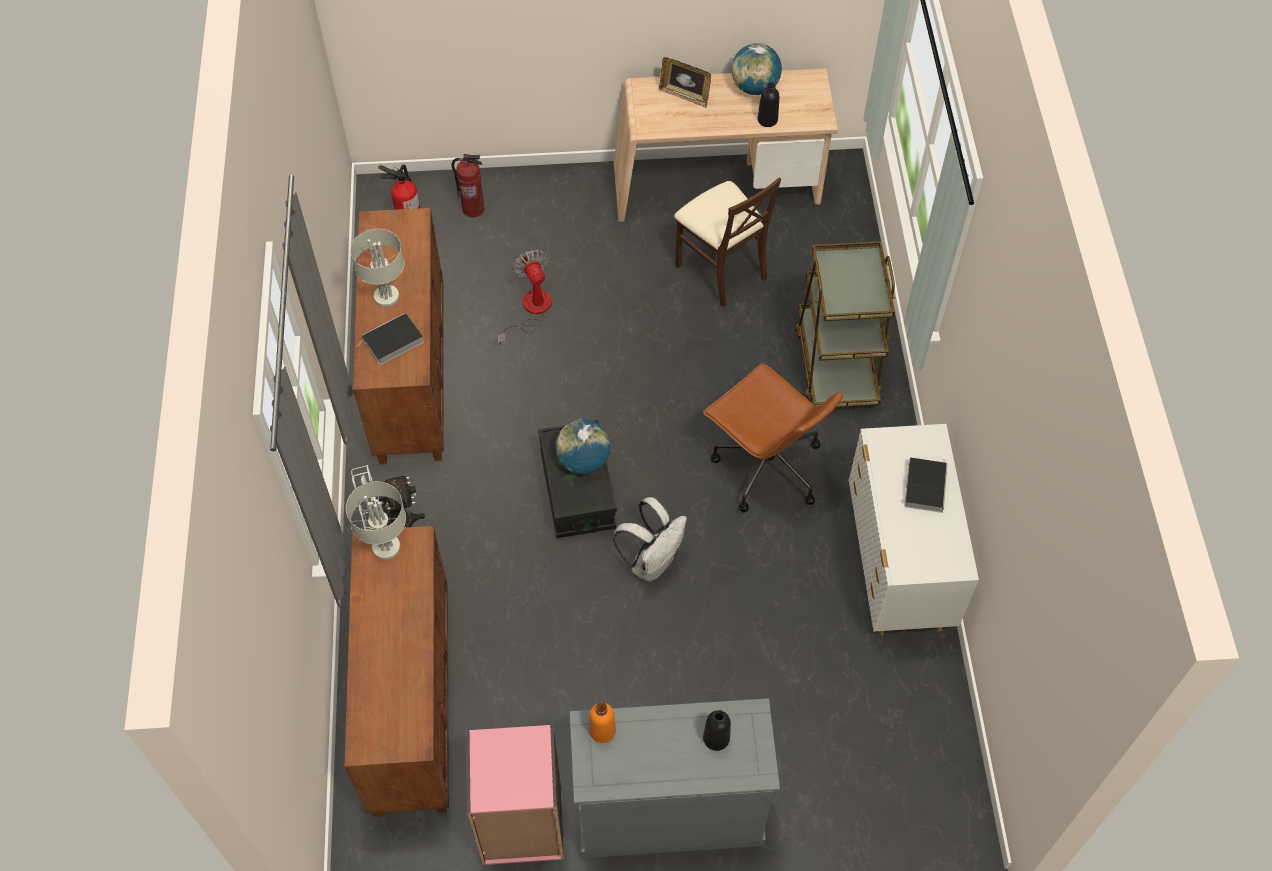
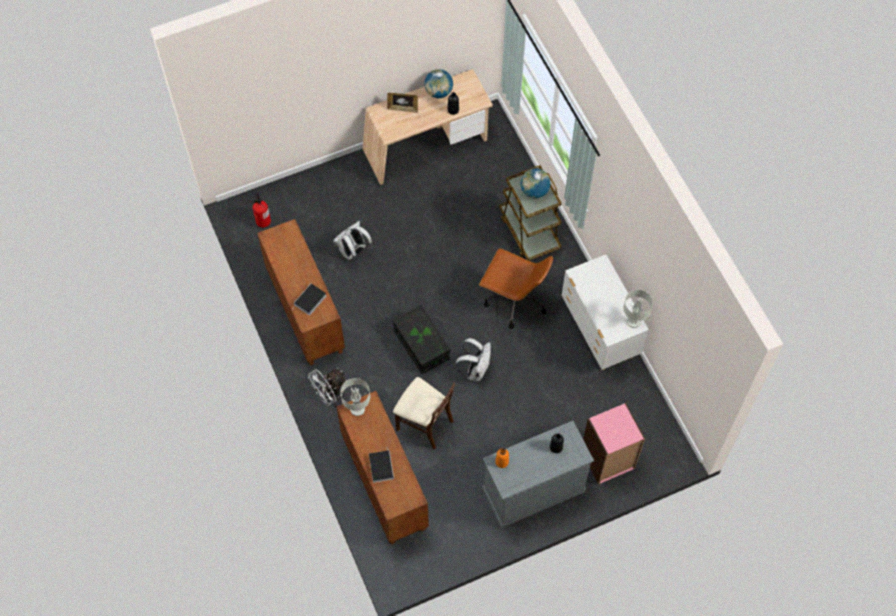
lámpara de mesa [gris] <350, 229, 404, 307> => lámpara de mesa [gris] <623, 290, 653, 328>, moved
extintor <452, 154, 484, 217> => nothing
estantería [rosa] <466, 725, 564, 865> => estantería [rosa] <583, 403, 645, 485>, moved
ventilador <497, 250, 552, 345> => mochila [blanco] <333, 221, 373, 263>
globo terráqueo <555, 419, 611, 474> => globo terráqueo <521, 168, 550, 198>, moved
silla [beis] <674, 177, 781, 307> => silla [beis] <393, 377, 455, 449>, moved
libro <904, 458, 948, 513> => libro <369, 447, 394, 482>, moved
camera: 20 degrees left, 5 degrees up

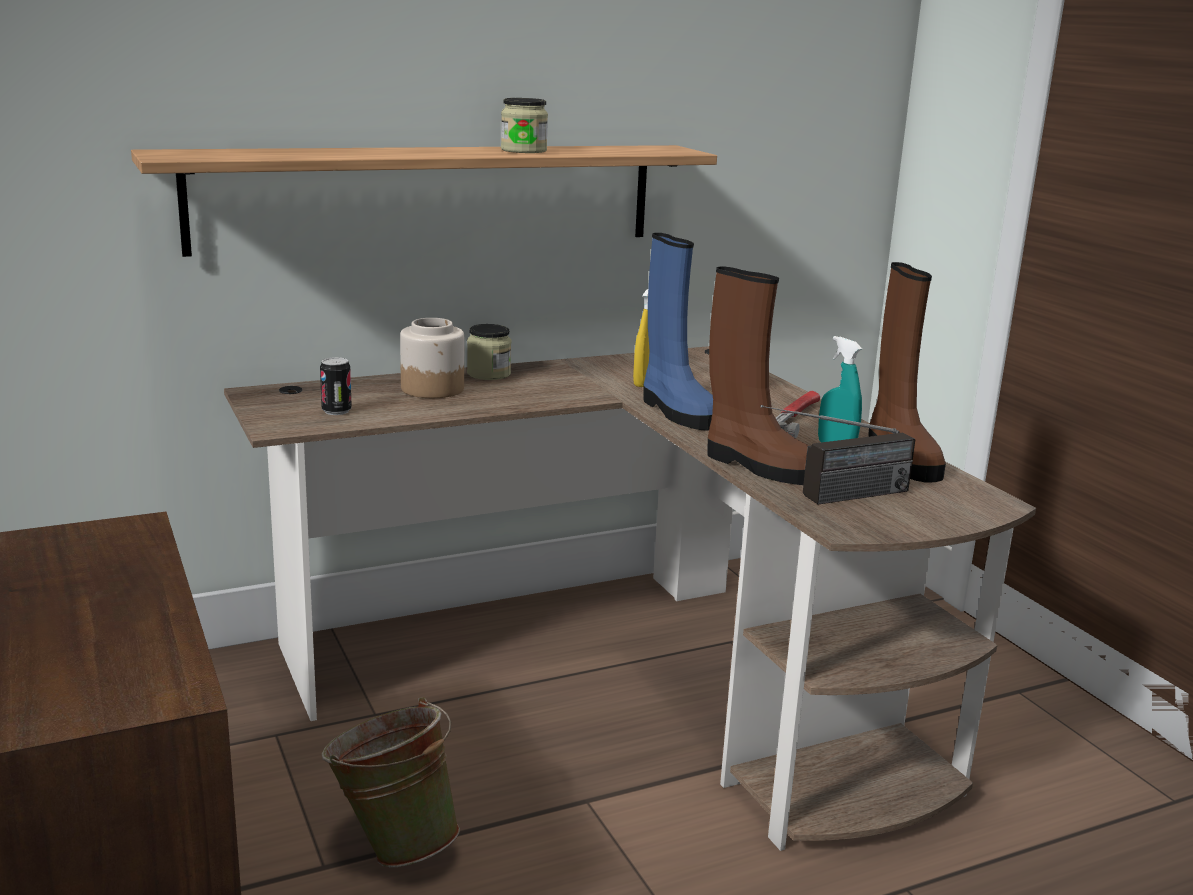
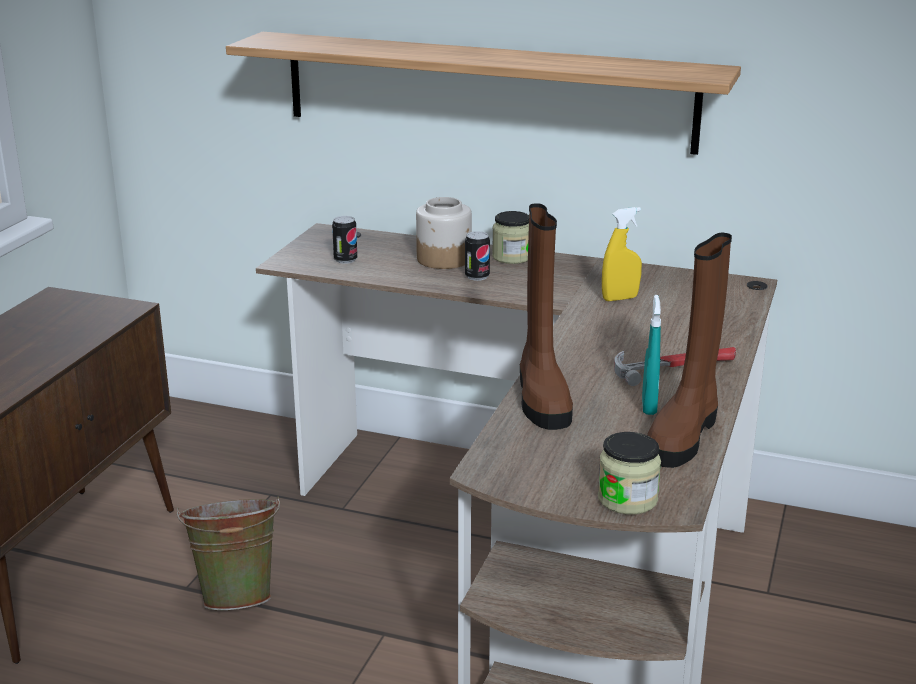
tarro <501, 98, 548, 153> => tarro <598, 432, 661, 515>, moved
bota [azul] <643, 233, 713, 431> => nothing
radio <760, 405, 915, 505> => nothing
nothing => lata <465, 231, 490, 281>
camera: 45 degrees right, 5 degrees up

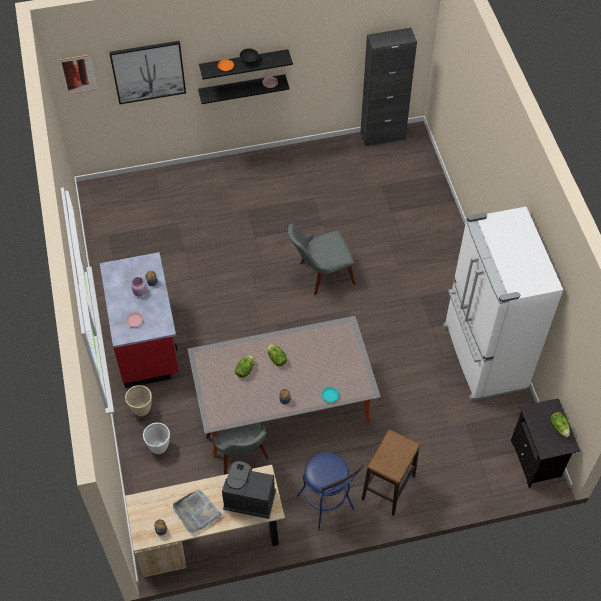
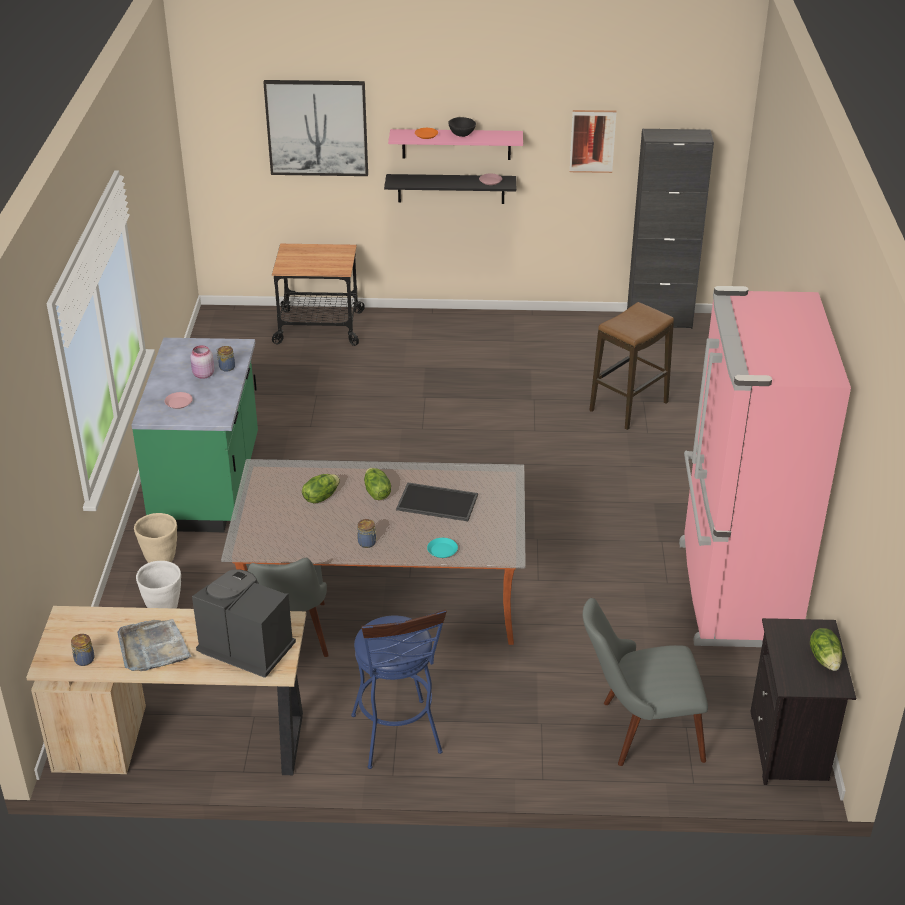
cuadro <59, 55, 98, 94> => cuadro <569, 110, 617, 173>, moved
mueble bajo de cocina [rojo] <100, 252, 179, 388> => mueble bajo de cocina [verde] <132, 338, 258, 532>
estante [negro] <199, 49, 293, 80> => estante [rosa] <388, 129, 523, 160>
silla [gris] <288, 223, 355, 295> => silla [gris] <583, 598, 708, 766>, moved
taburete <362, 430, 420, 516> => taburete <589, 302, 674, 430>, moved
nevera [blanco] <443, 207, 563, 401> => nevera [rosa] <679, 286, 851, 647>
nothing => carrito <272, 244, 365, 346>
nothing => bandeja <396, 483, 478, 521>
camera: 15 degrees right, 20 degrees down

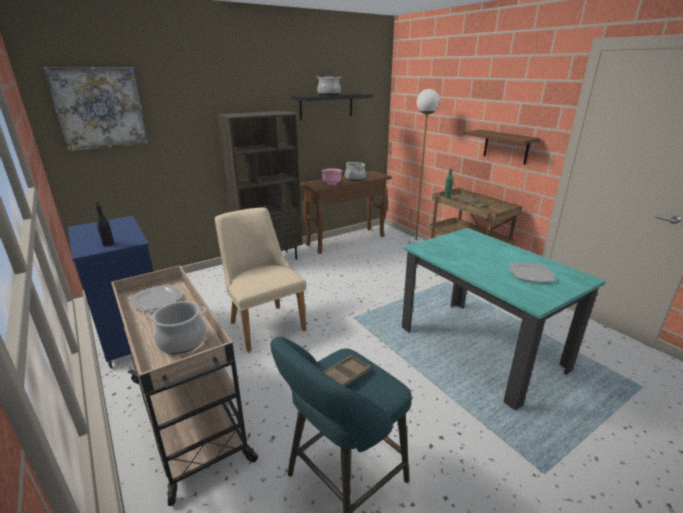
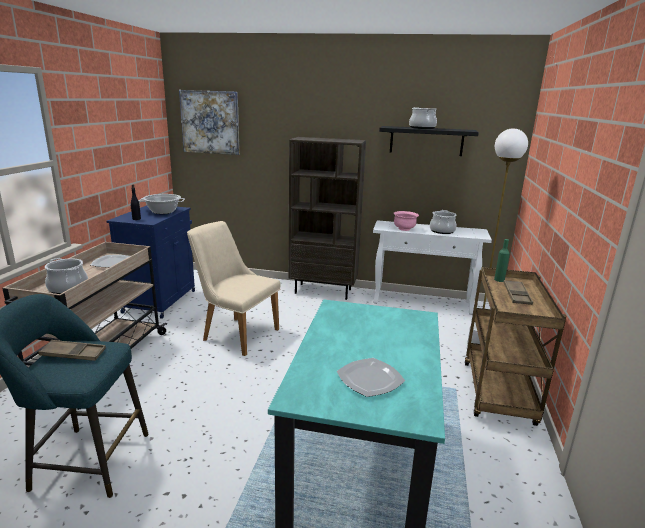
silla [beis] <215, 207, 307, 352> => silla [beis] <187, 221, 281, 356>, 75 degrees counterclockwise
mesa consola [marrón] <300, 171, 392, 254> => mesa consola [blanco] <373, 220, 492, 315>
estante [marrón] <464, 130, 541, 165> => nothing
nothing => olla <139, 194, 185, 214>
camera: 45 degrees right, 5 degrees down

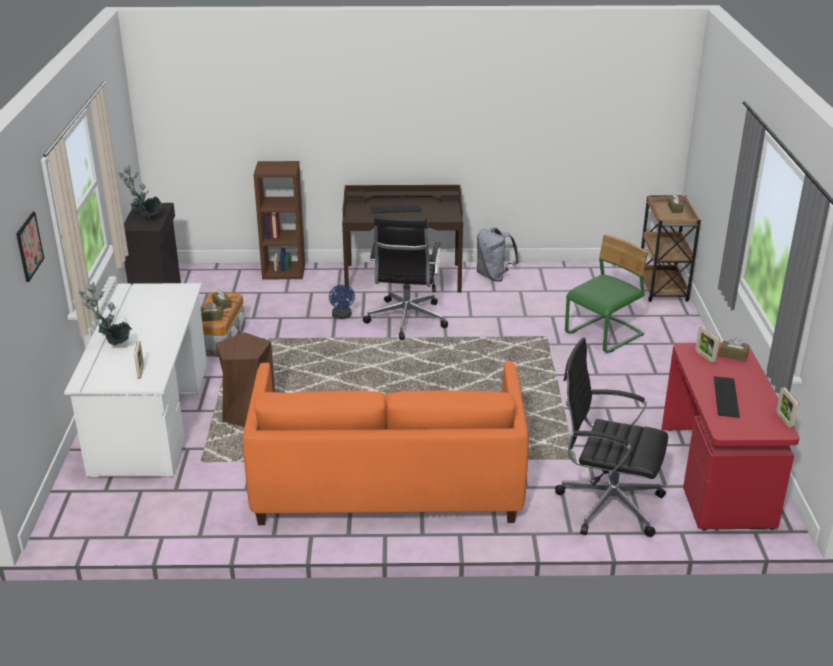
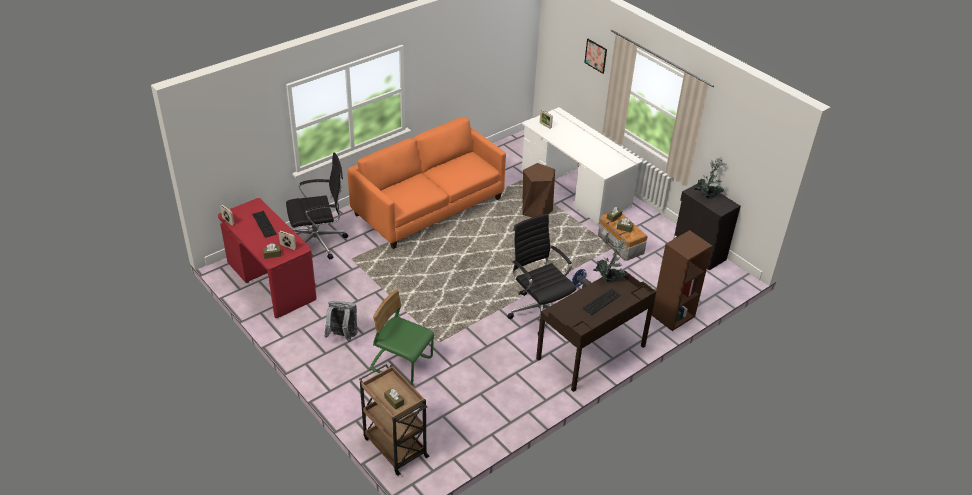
planta en maceta <78, 282, 133, 346> => planta en maceta <593, 239, 629, 283>, moved
mochila [gris] <477, 228, 519, 282> => mochila [gris] <324, 301, 358, 342>, moved
silla [verde] <565, 234, 648, 353> => silla [verde] <369, 290, 434, 385>, 105 degrees clockwise
camera: 140 degrees right, 10 degrees up

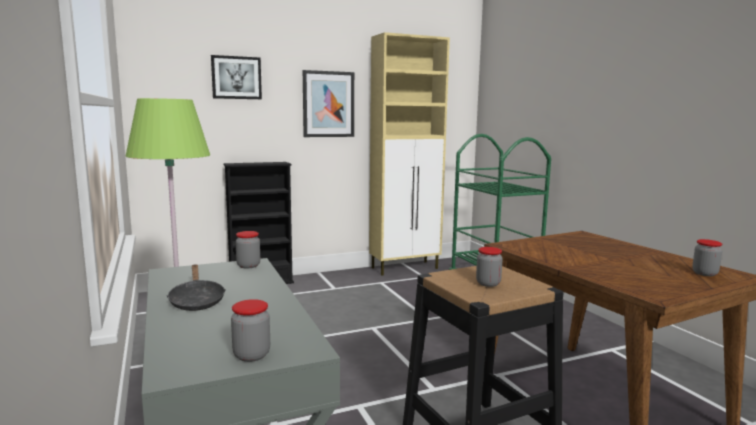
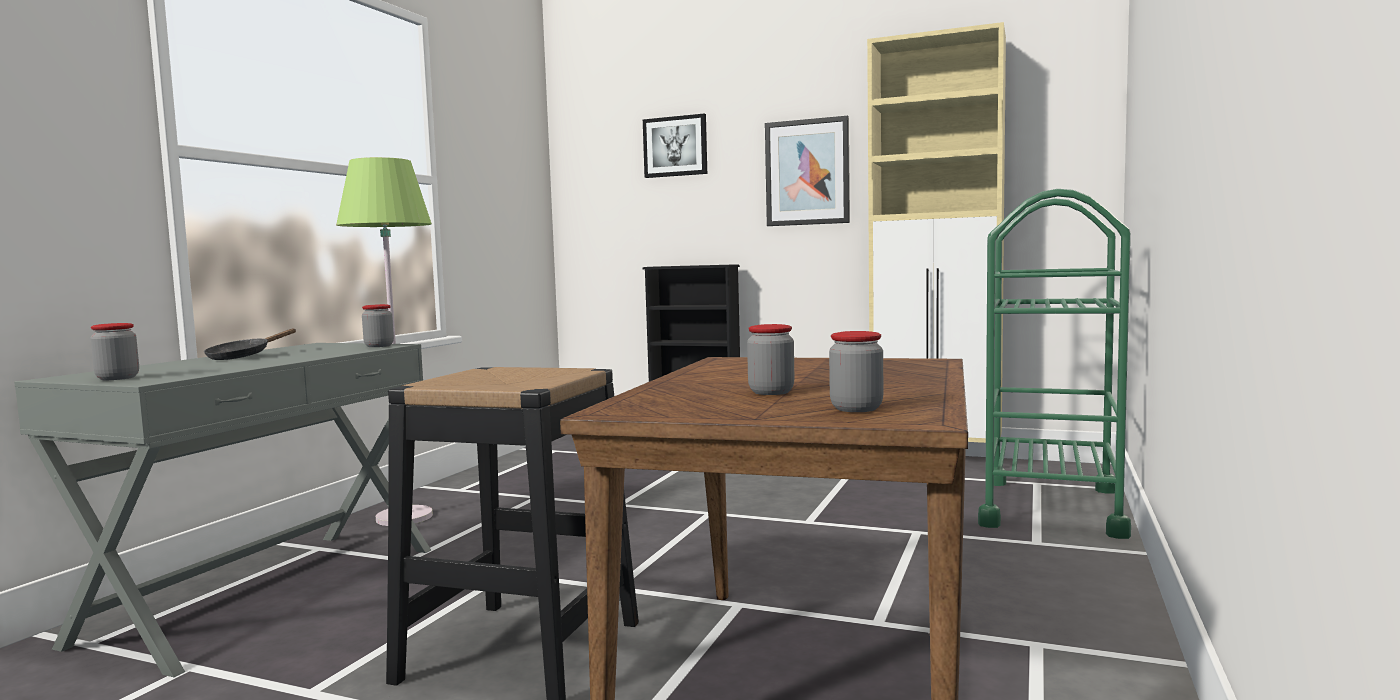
tarro <476, 247, 503, 287> => tarro <747, 324, 794, 395>, moved
camera: 45 degrees right, 5 degrees down

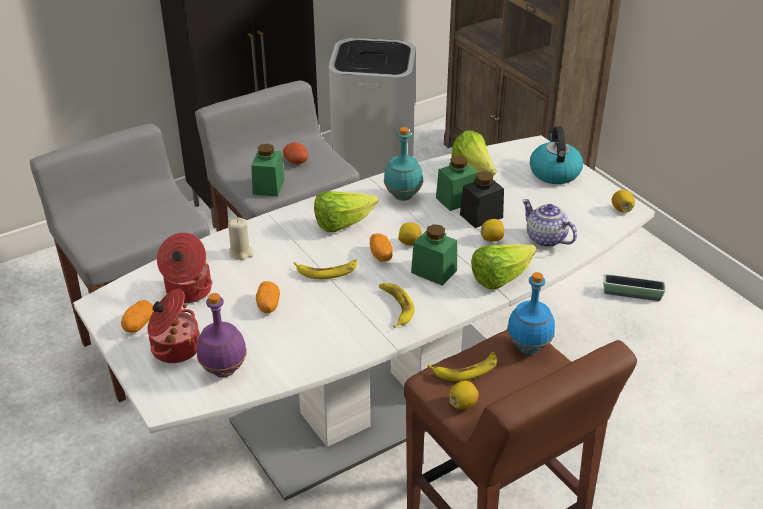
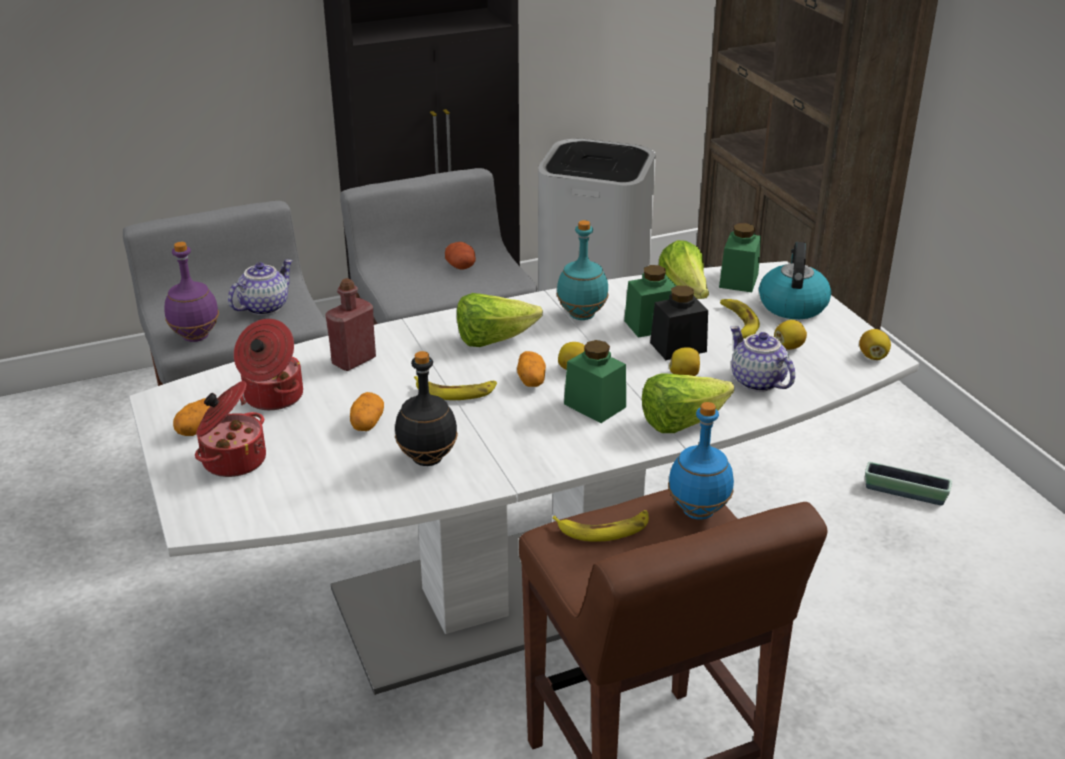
botella [morado] <197, 293, 247, 377> => botella [morado] <164, 242, 219, 342>, moved
vela [beis] <228, 217, 254, 260> => botella [rojo] <326, 278, 376, 371>
tarro [verde] <251, 143, 285, 197> => tarro [verde] <719, 223, 761, 292>, moved
plátano <379, 283, 415, 328> => plátano <720, 299, 760, 339>, moved
limón <449, 381, 479, 409> => limón <774, 320, 807, 350>, moved
nothing => tetera <228, 259, 293, 315>
nothing => botella [negro] <395, 351, 458, 466>
camera: 10 degrees right, 5 degrees down

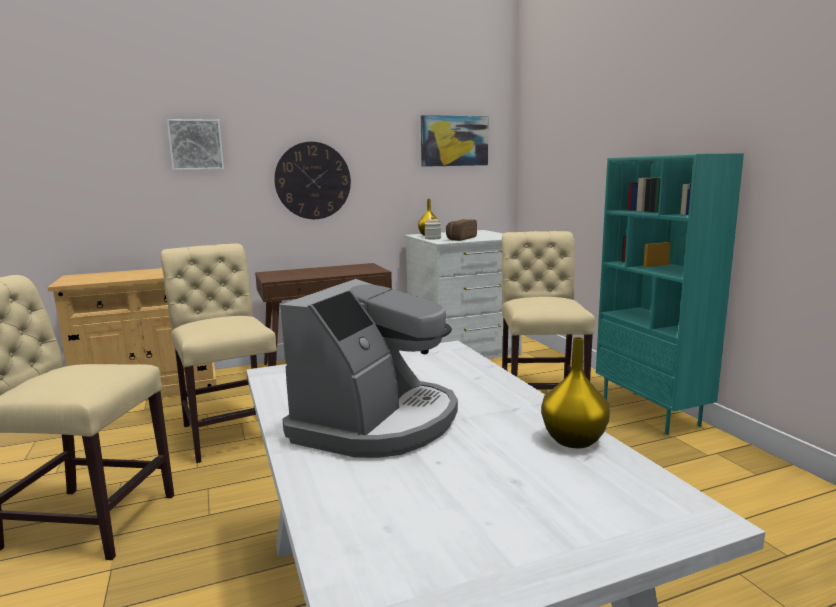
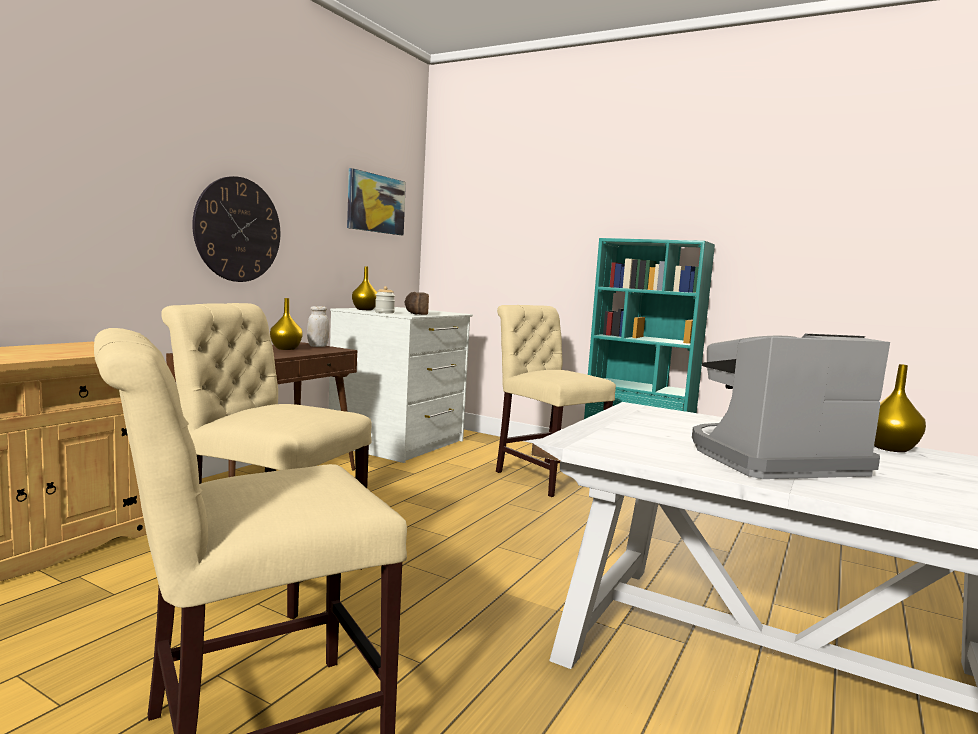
cuadro <167, 119, 224, 170> => nothing
cafetera <280, 279, 458, 458> => cafetera <692, 334, 890, 479>, 90 degrees counterclockwise
nothing => florero [amarillo] <270, 298, 303, 350>
nothing => tarro [blanco] <307, 306, 330, 347>
camera: 40 degrees left, 5 degrees down

